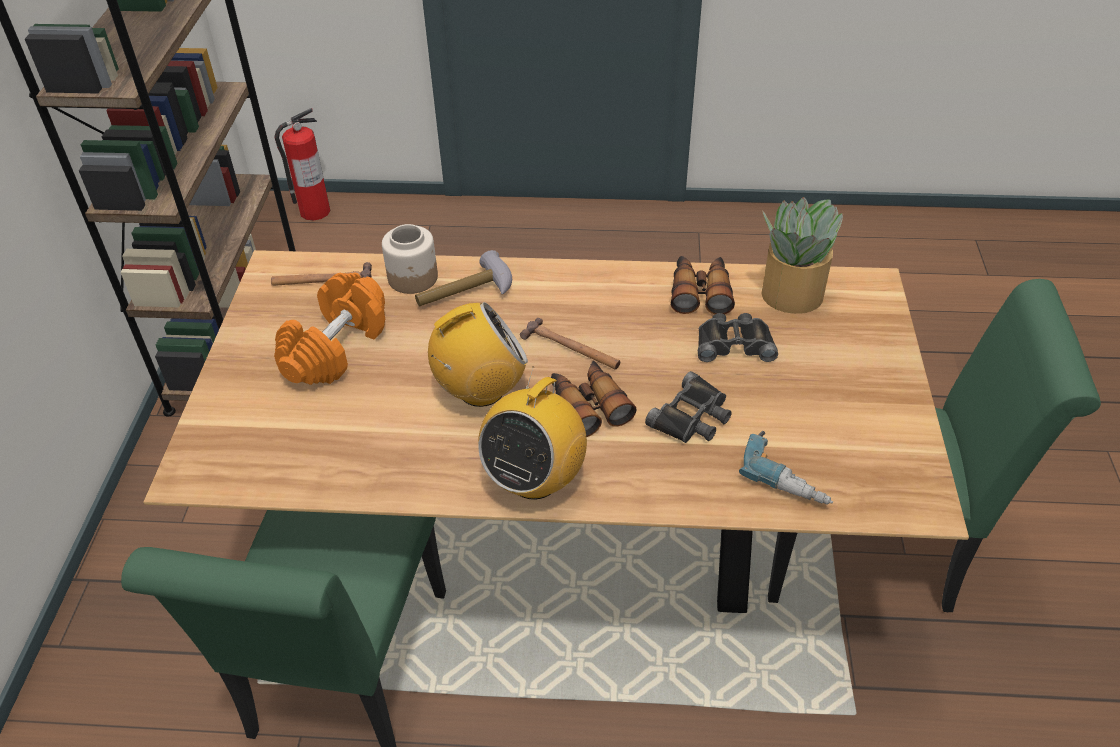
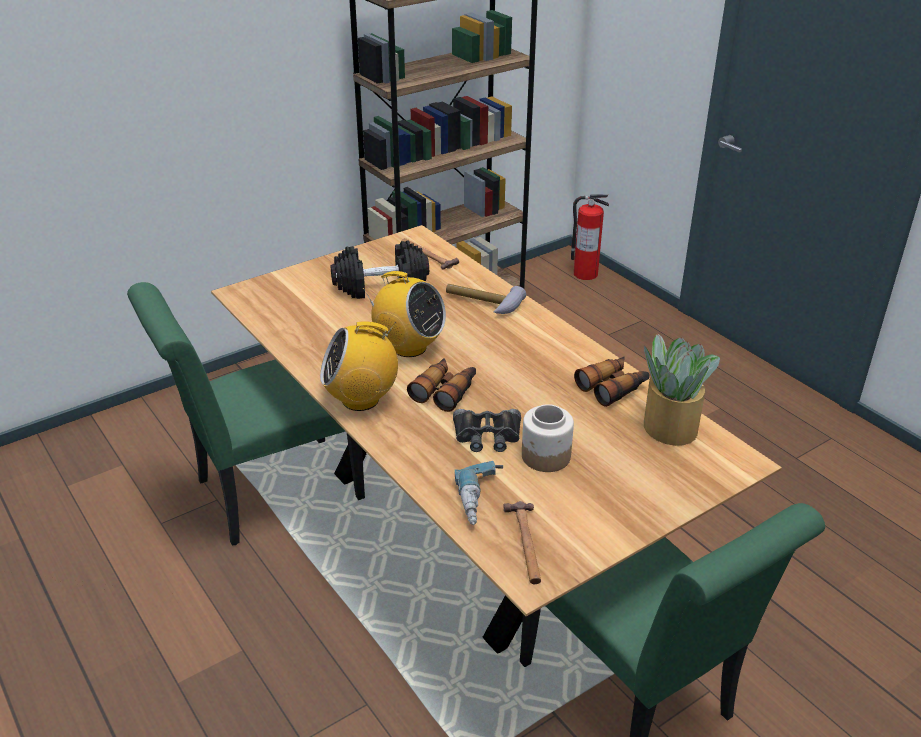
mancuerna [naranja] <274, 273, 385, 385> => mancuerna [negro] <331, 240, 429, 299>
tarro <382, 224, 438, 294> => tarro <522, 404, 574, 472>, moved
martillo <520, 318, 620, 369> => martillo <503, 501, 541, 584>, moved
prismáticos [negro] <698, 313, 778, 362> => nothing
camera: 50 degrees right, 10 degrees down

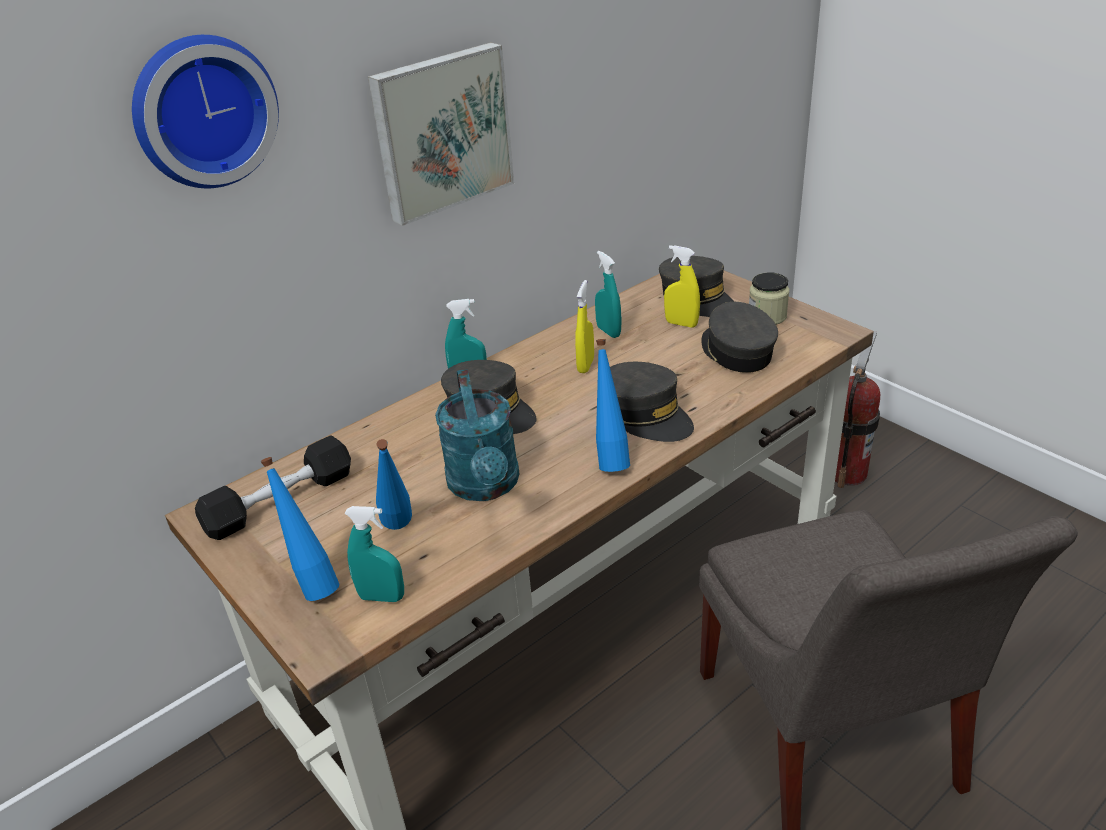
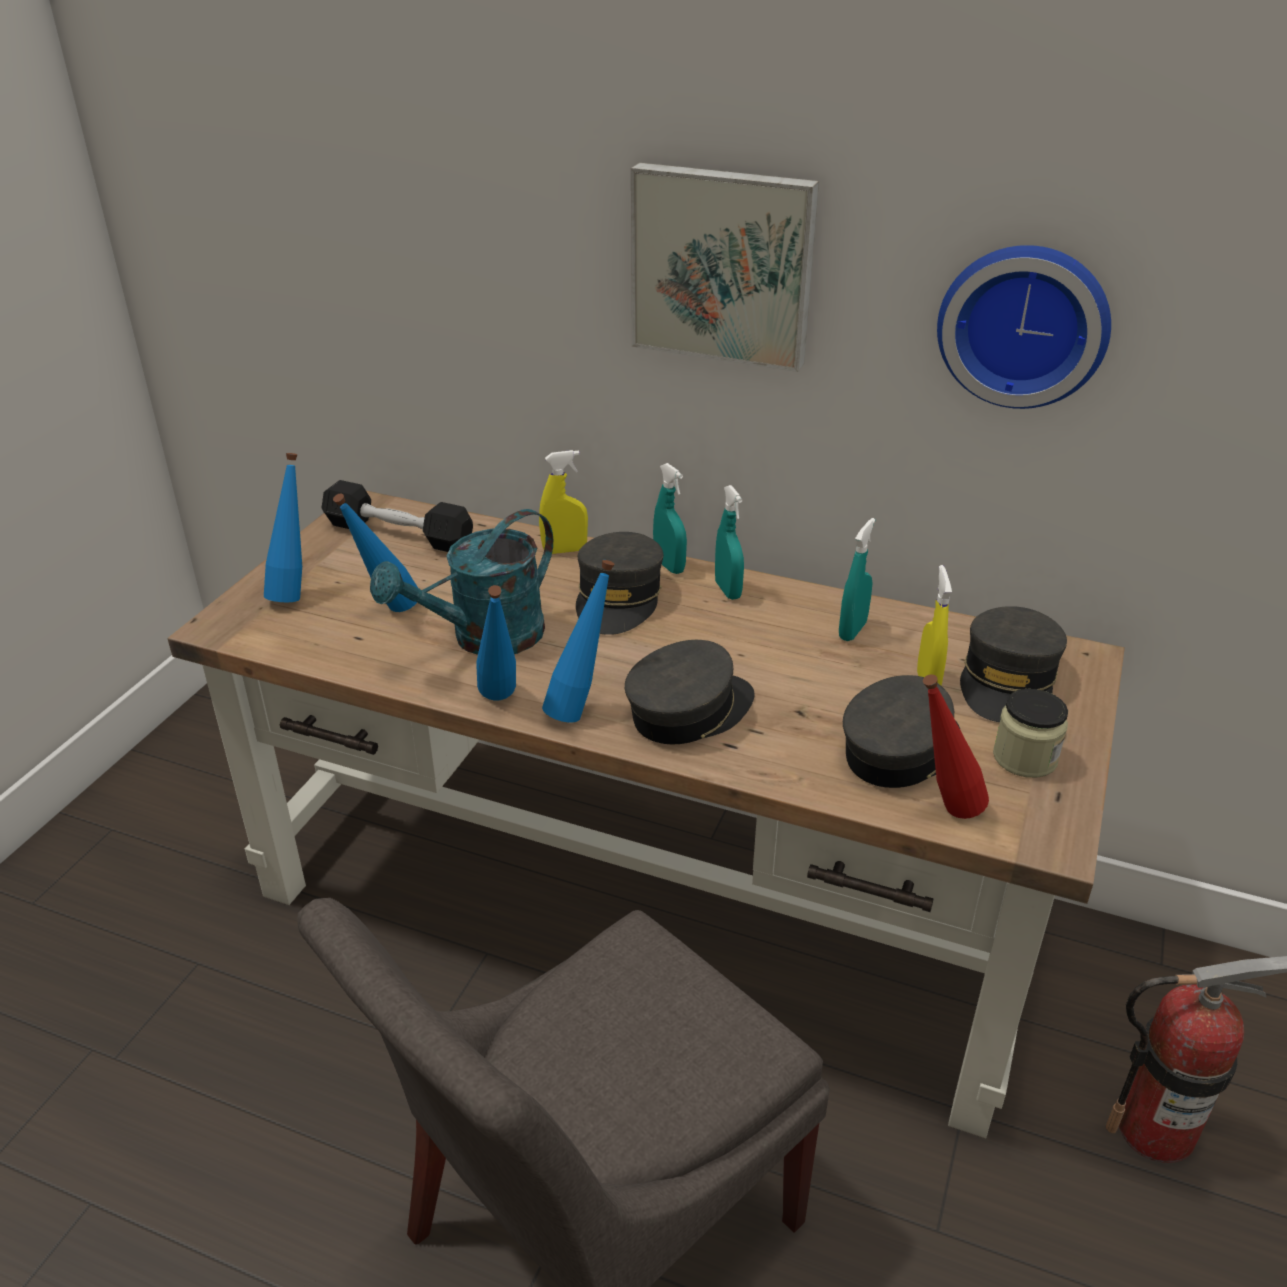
reloj de pared <132, 35, 279, 188> => reloj de pared <937, 245, 1111, 409>, moved
pulverizador [turquesa] <344, 506, 404, 602> => pulverizador [turquesa] <715, 485, 744, 600>, moved
pulverizador [amarillo] <575, 280, 594, 373> => pulverizador [amarillo] <539, 450, 588, 554>, moved
gorra [gris] <610, 362, 694, 442> => gorra [gris] <625, 640, 755, 744>, 150 degrees counterclockwise
nothing => botella [azul] <476, 585, 516, 700>
nothing => botella [rojo] <923, 675, 989, 819>
camera: 60 degrees right, 0 degrees up

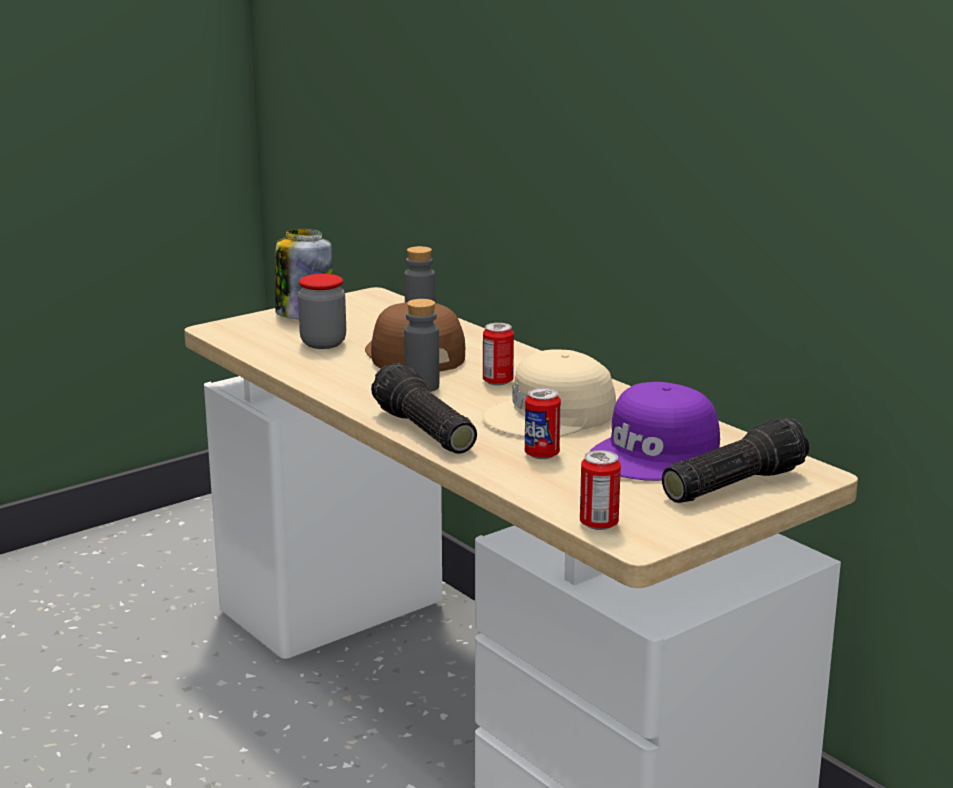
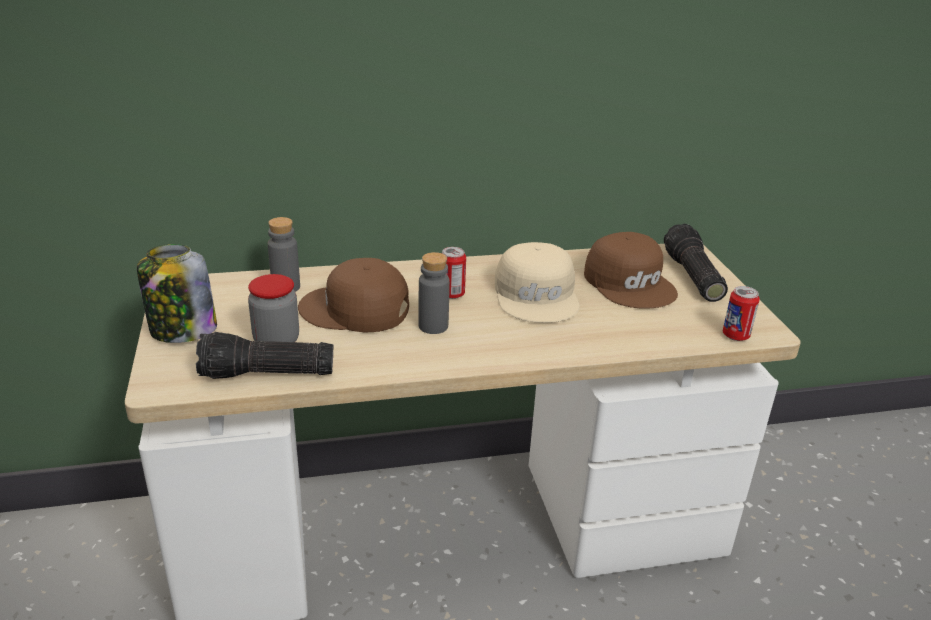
linterna <371, 363, 477, 454> => linterna <196, 332, 333, 379>, moved
lata <525, 388, 561, 459> => nothing
gorra [morado] <589, 382, 720, 481> => gorra [marrón] <584, 232, 678, 309>
camera: 65 degrees left, 10 degrees up

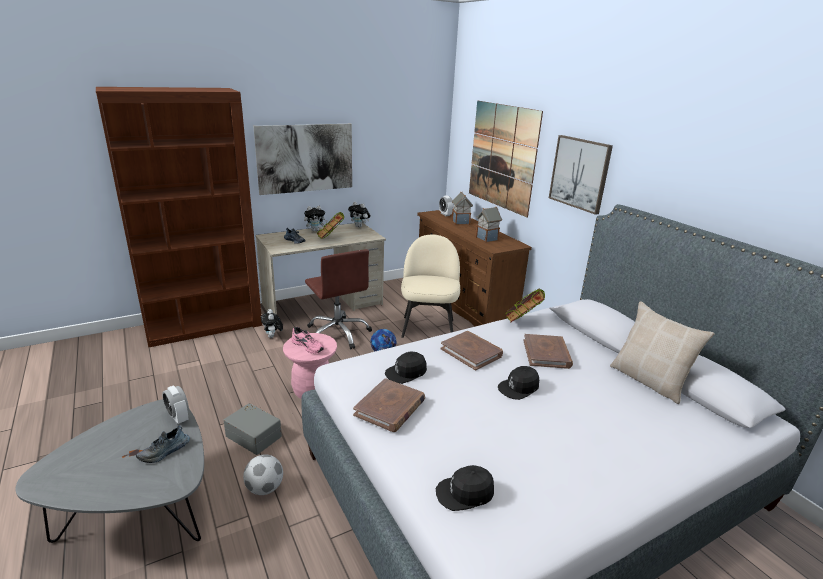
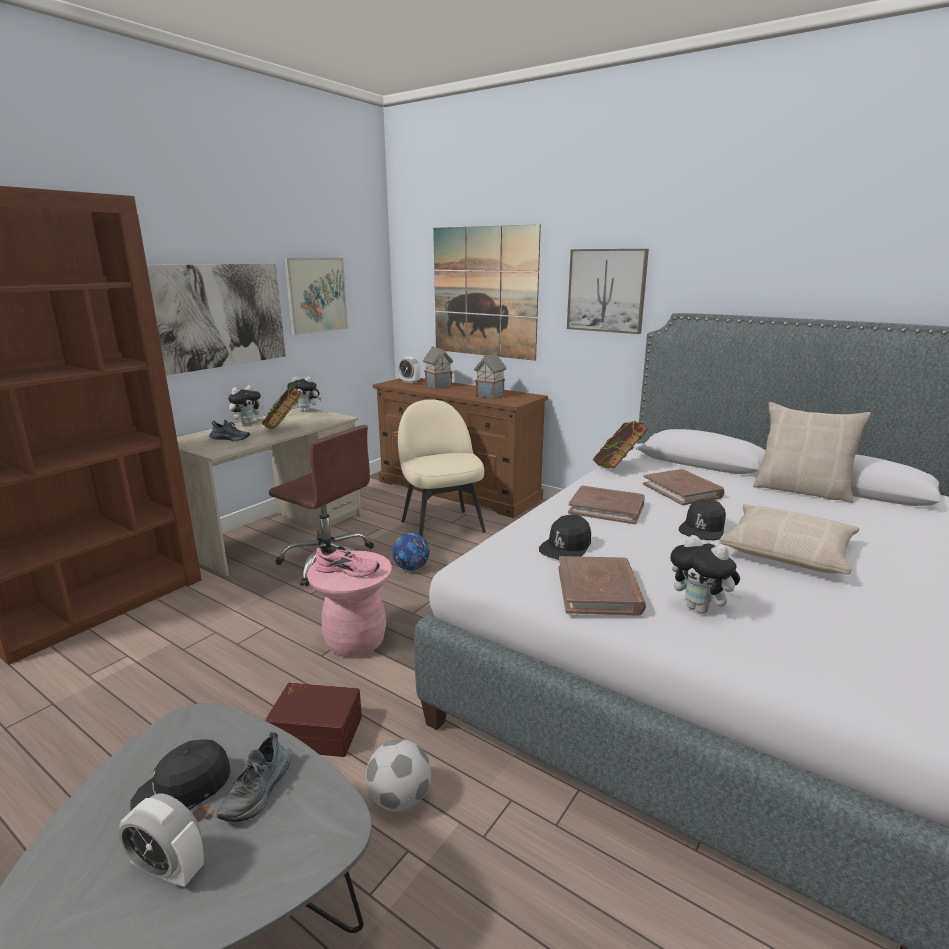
despertador <162, 386, 189, 425> => despertador <119, 793, 204, 889>, moved
caja de almacenaje [gris] <224, 403, 282, 455> => caja de almacenaje [marrón] <265, 682, 362, 757>
peluche <261, 309, 283, 338> => peluche <670, 535, 741, 614>, moved
gorra [negro] <436, 465, 494, 511> => gorra [negro] <131, 739, 230, 811>, moved
nothing => cuadro <284, 258, 348, 335>
nothing => cojín [beis] <719, 504, 859, 574>
camera: 25 degrees left, 5 degrees down

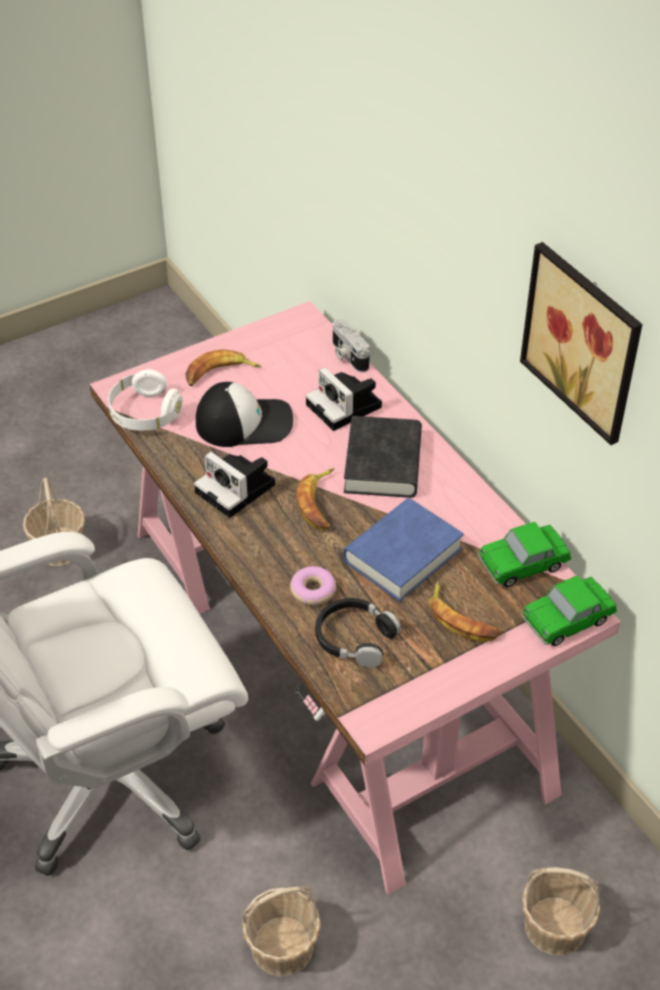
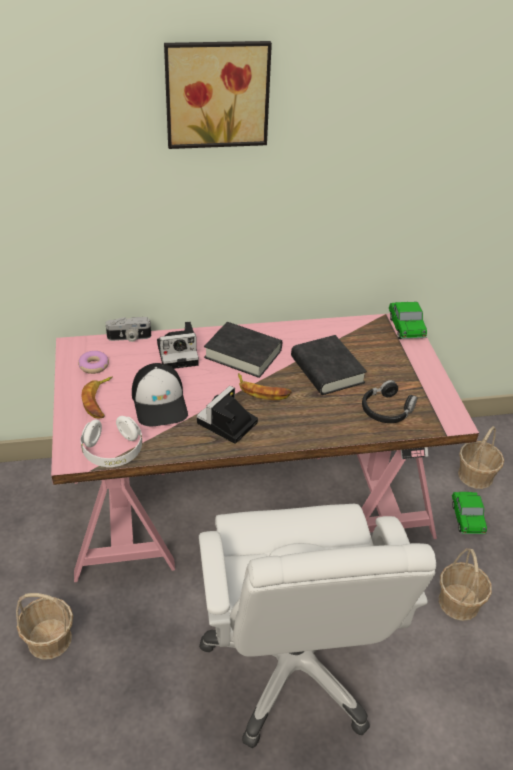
cámara <194, 452, 275, 518> => cámara <197, 386, 258, 444>, 150 degrees clockwise
gorra <196, 382, 293, 447> => gorra <132, 363, 188, 426>, 150 degrees clockwise
rosquilla <290, 566, 336, 605> => rosquilla <78, 351, 109, 374>, moved
libro [azul] <343, 498, 464, 601> => libro [negro] <291, 335, 367, 395>
plátano <429, 581, 502, 641> => nothing
coche de juguete <478, 522, 571, 587> => coche de juguete <452, 492, 487, 534>, moved
cuadro <520, 242, 643, 445> => cuadro <164, 41, 272, 149>, moved
camera: 70 degrees left, 5 degrees down

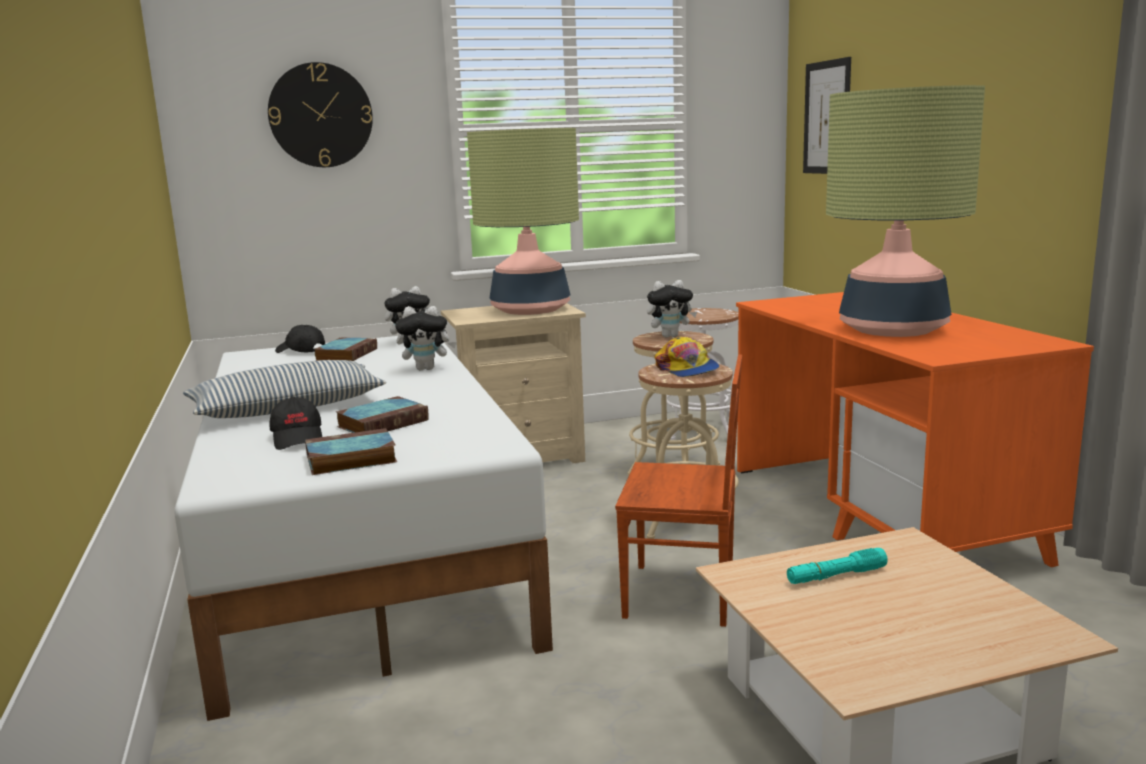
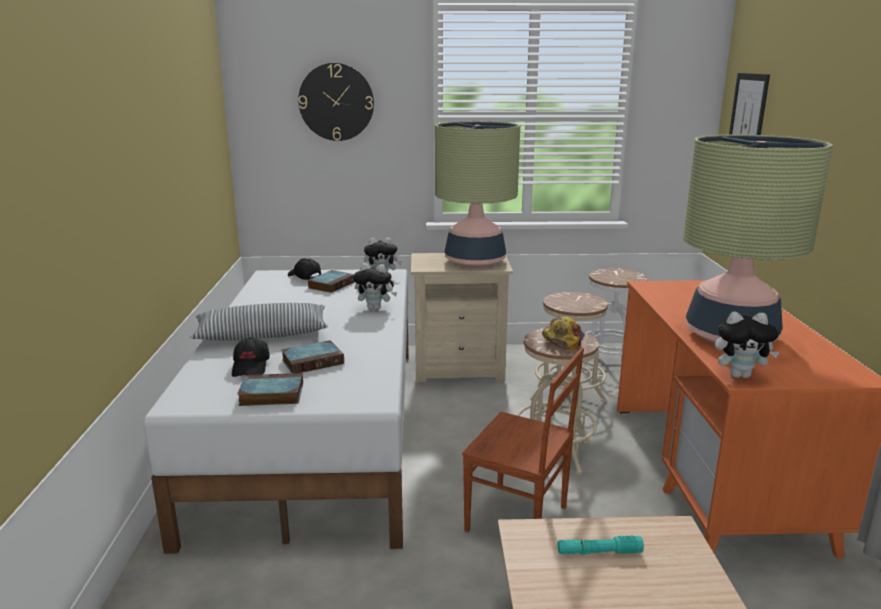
peluche <647, 280, 697, 338> => peluche <715, 312, 779, 378>, moved
gorra <654, 336, 720, 377> => gorra <542, 317, 585, 350>, 150 degrees counterclockwise
camera: 15 degrees right, 5 degrees up

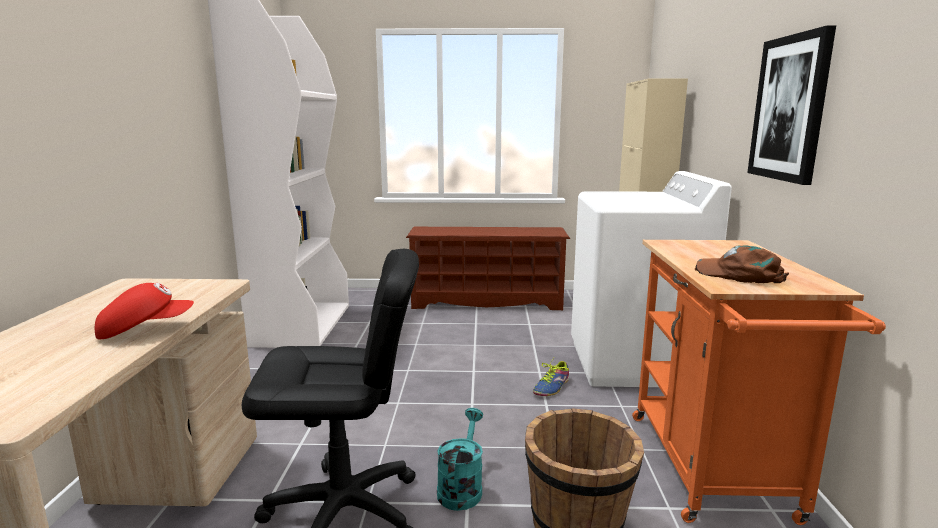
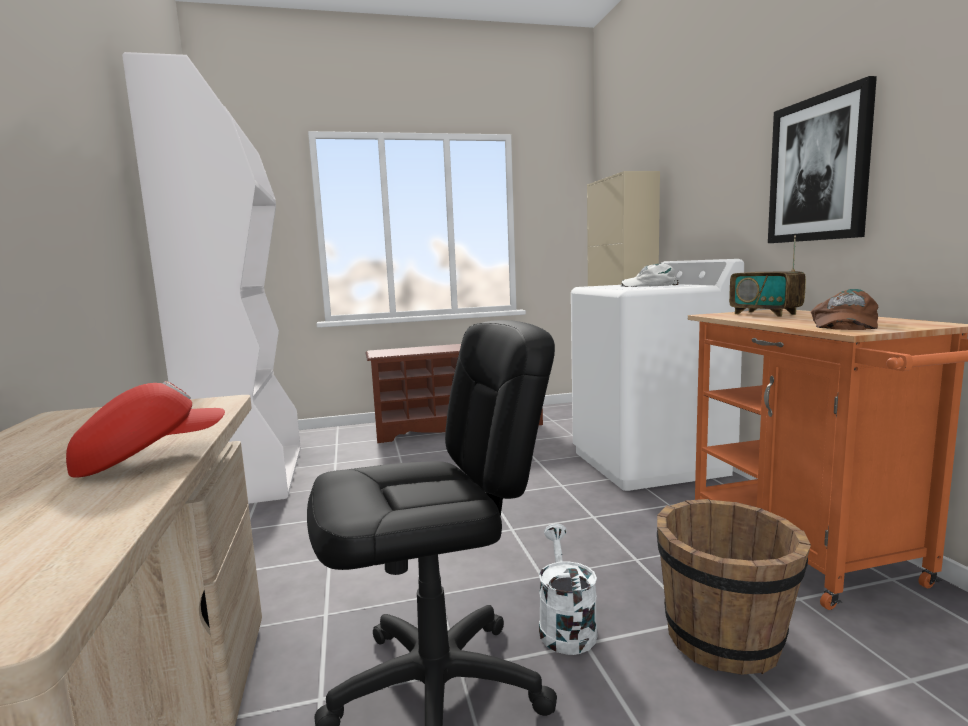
regadera [turquesa] <437, 408, 483, 511> => regadera [blanco] <539, 524, 597, 655>
zapato <533, 358, 569, 396> => nothing
gorra [marrón] <694, 245, 789, 283> => gorra [marrón] <811, 289, 878, 330>, 90 degrees counterclockwise
nothing => gorra [blanco] <621, 264, 679, 287>
nothing => radio <729, 235, 806, 317>
camera: 15 degrees left, 5 degrees down

